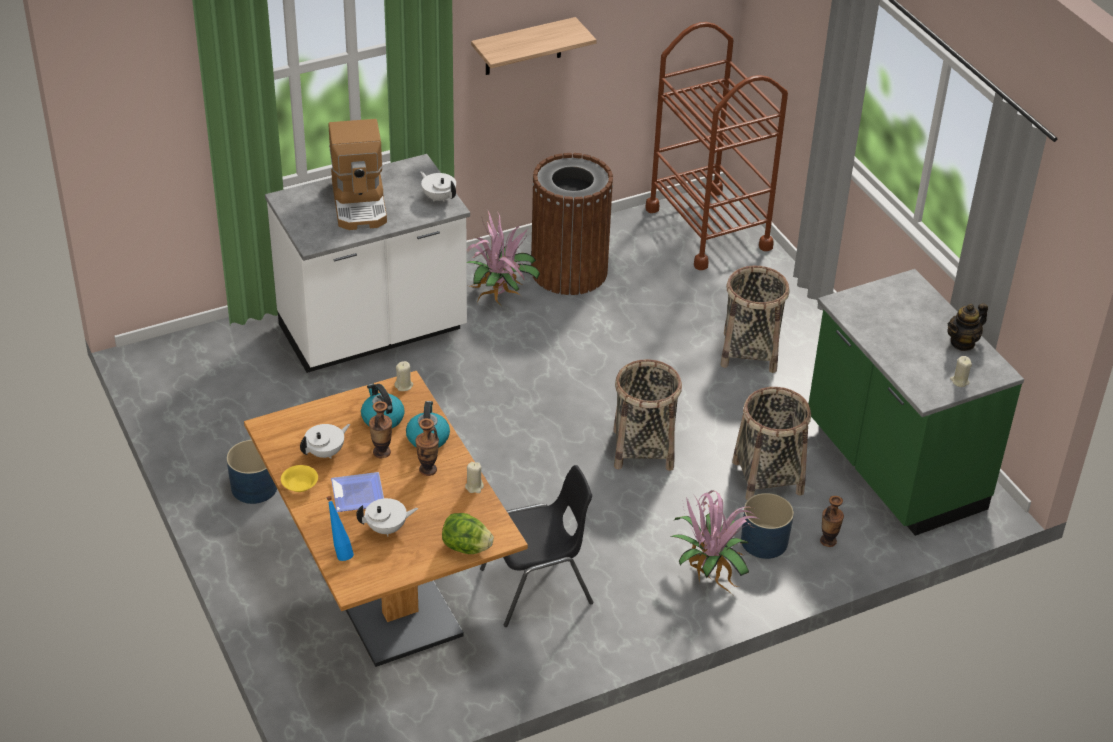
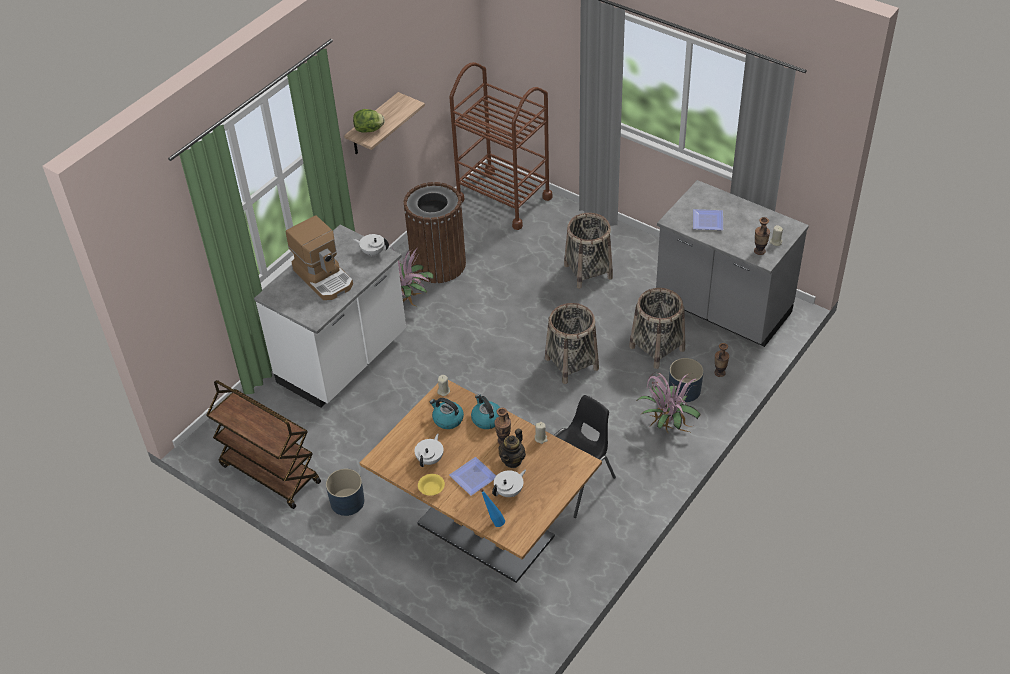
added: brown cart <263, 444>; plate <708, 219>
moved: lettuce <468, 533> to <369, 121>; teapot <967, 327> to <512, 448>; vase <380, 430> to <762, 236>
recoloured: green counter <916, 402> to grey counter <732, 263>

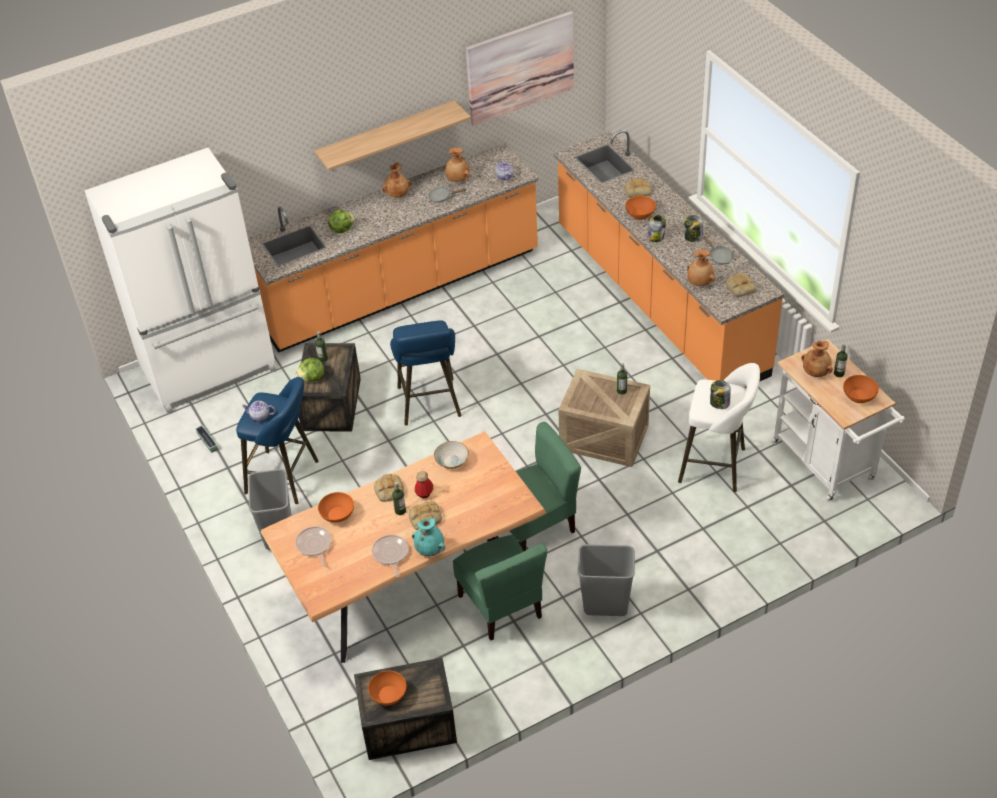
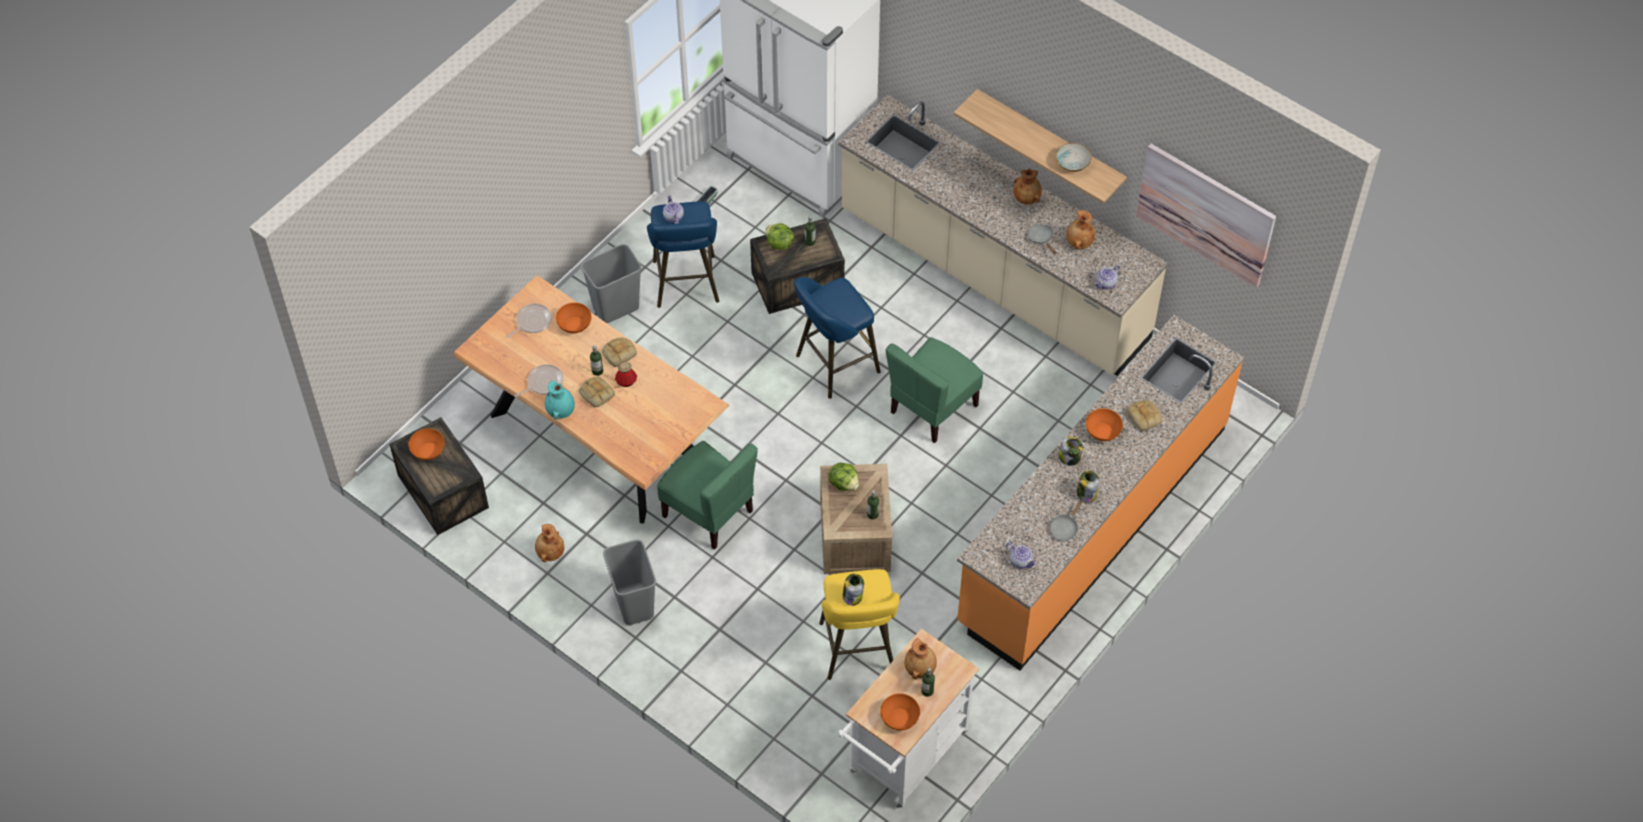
moved: brown vase <701, 267> to <549, 543>; lettuce <342, 221> to <843, 476>; green chair <500, 588> to <934, 390>; bowl <451, 455> to <1074, 157>
replaced: bread <740, 285> to teapot <1021, 556>
recoloured: white stool <719, 427> to yellow stool <859, 624>; orange counter <393, 248> to beige counter <1003, 235>

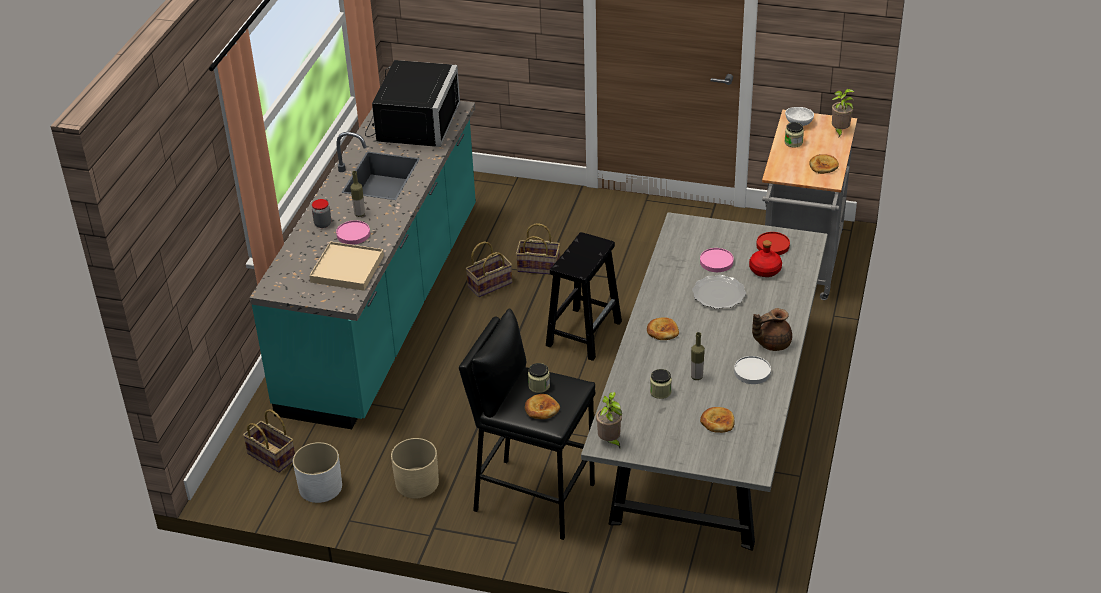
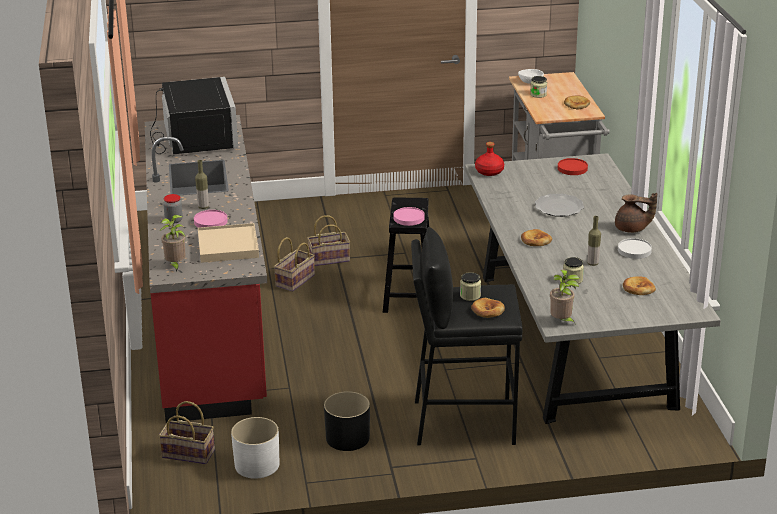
moved: potted plant <843, 113> to <172, 243>; pink plate <717, 260> to <409, 216>; red bottle <765, 258> to <489, 159>
recoloured: turquoise counter <363, 265> to red counter <206, 269>; beige planter <415, 468> to black planter <347, 421>
turned: brown teapot <772, 329> = <636, 213> 120 degrees counterclockwise

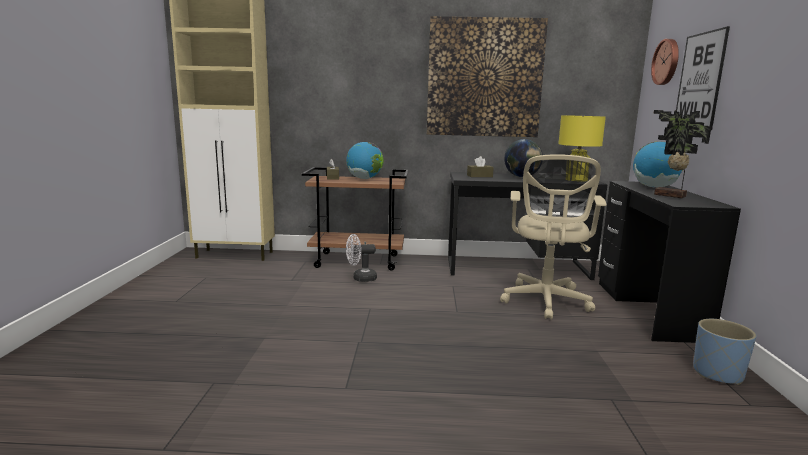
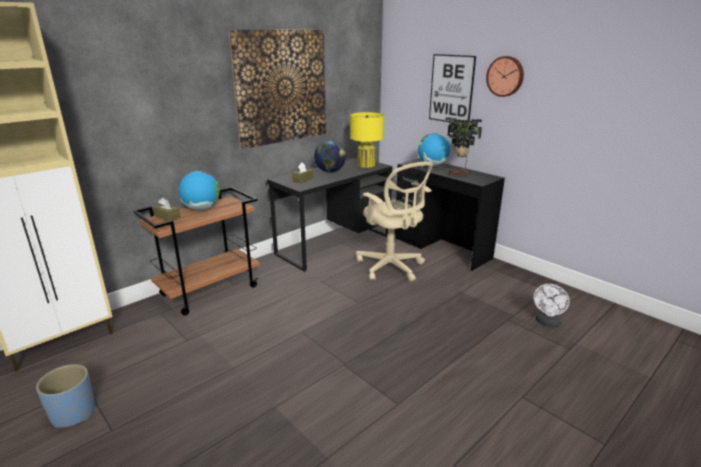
moved: blue planter <724, 352> to <65, 396>; wall clock <665, 62> to <505, 76>; white fan <361, 258> to <552, 306>

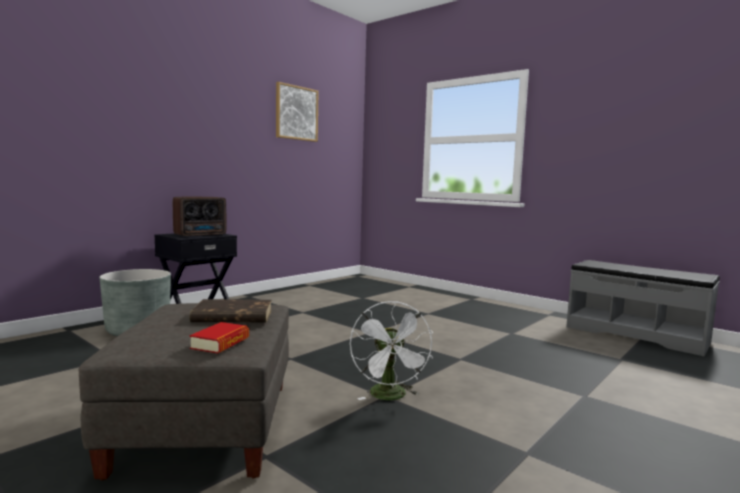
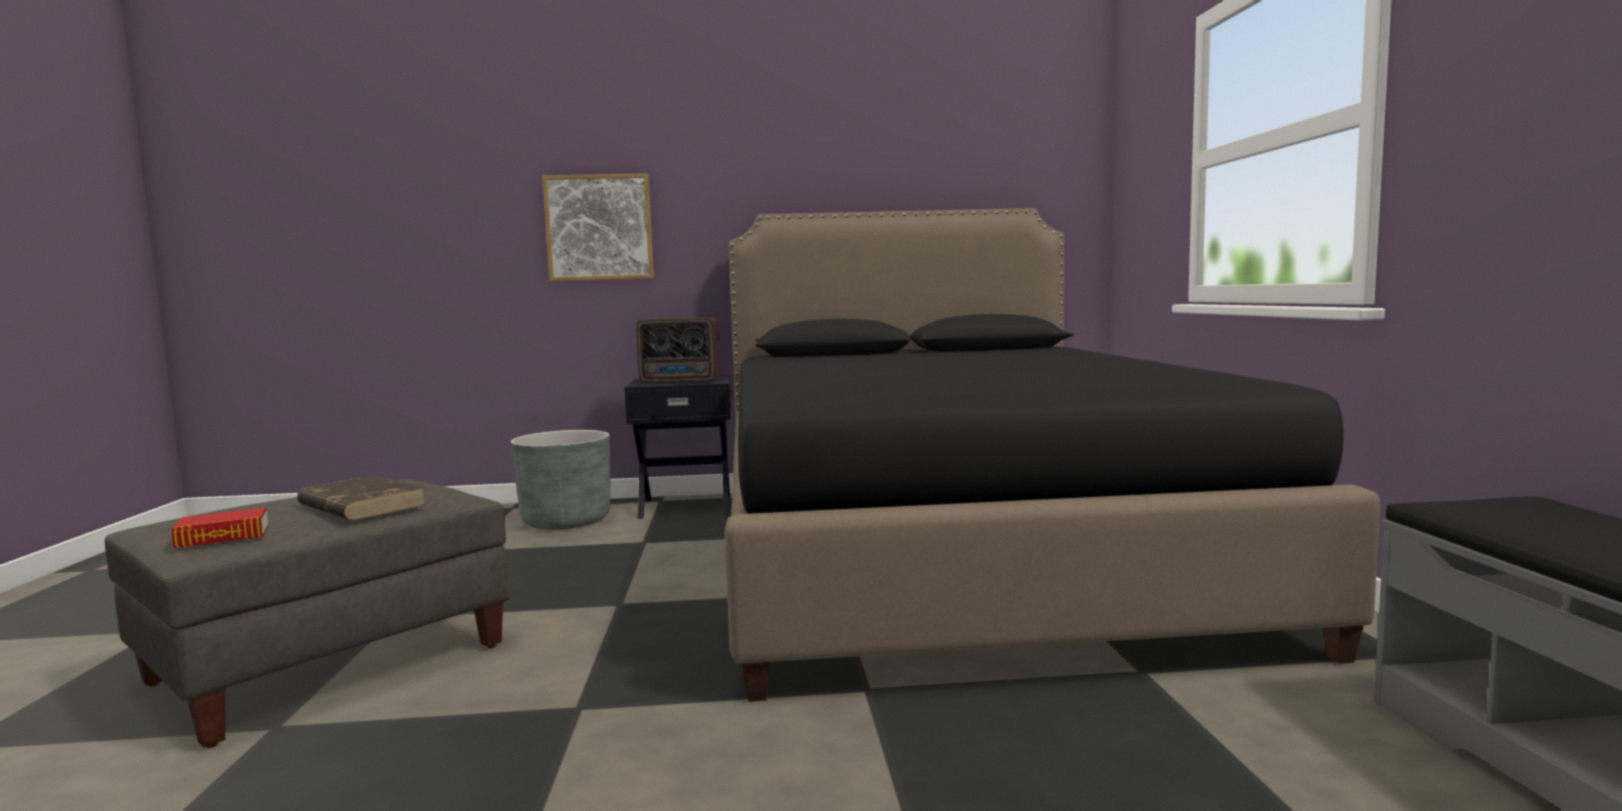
removed: white fan <391, 350>
added: black bed <1053, 455>
moved: picture <297, 112> to <598, 227>

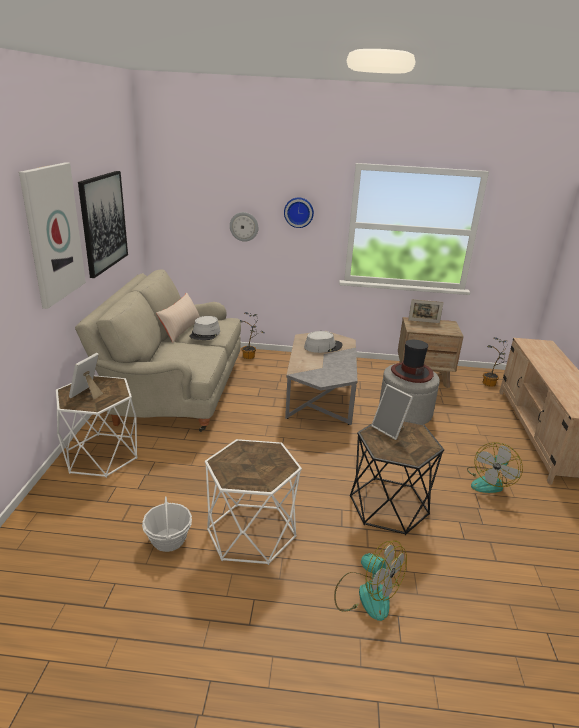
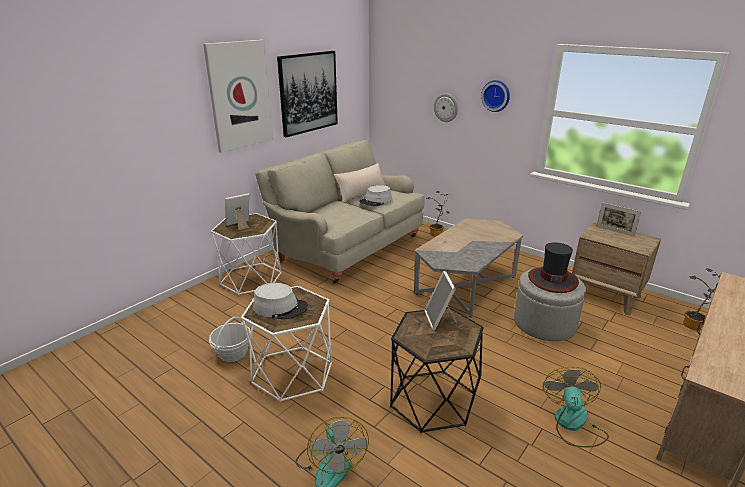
moved: grey hat <323, 342> to <280, 301>
turned: fan <495, 467> = <576, 407> 120 degrees clockwise

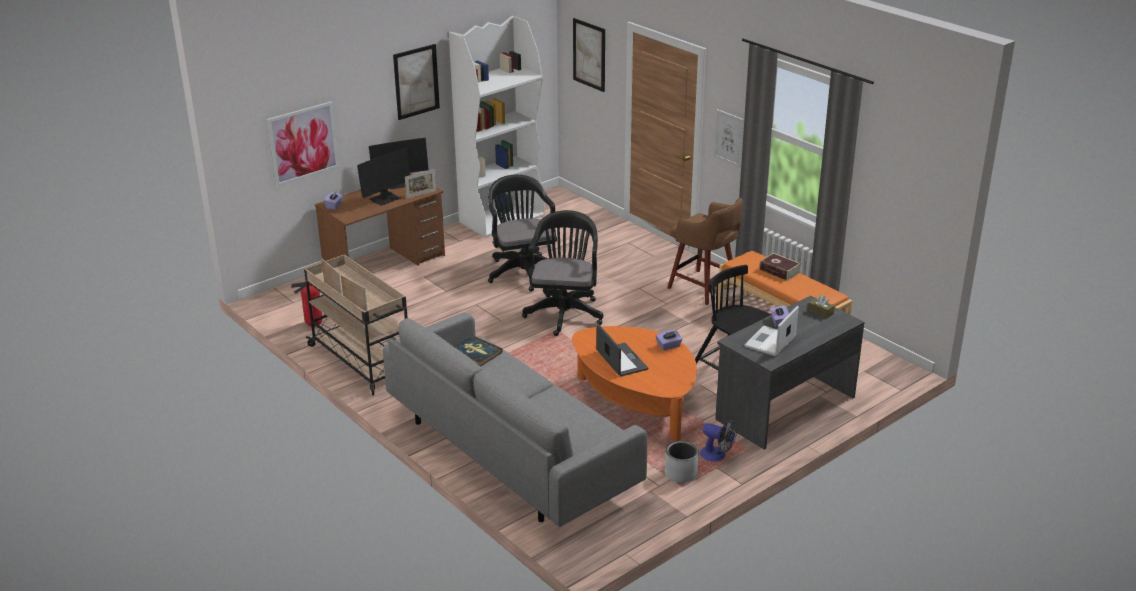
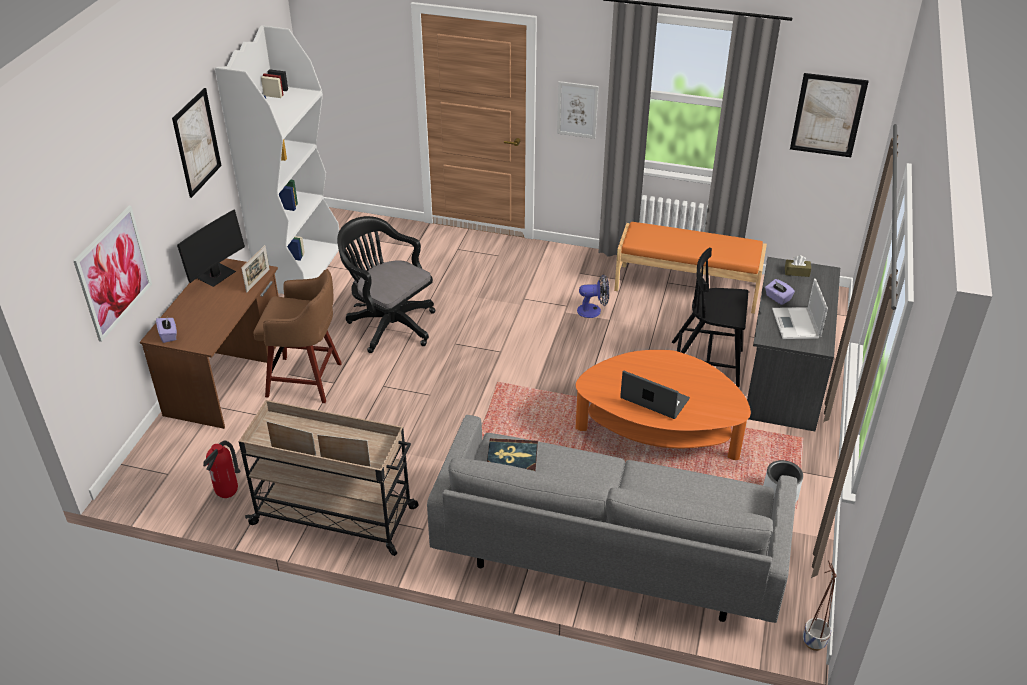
removed: monitor <383, 177>; black office chair <562, 273>; purple tissue box <669, 340>; book <780, 267>
added: planter <819, 606>
moved: brown stool <705, 251> to <297, 336>; fan <718, 440> to <593, 296>; picture <589, 55> to <829, 115>

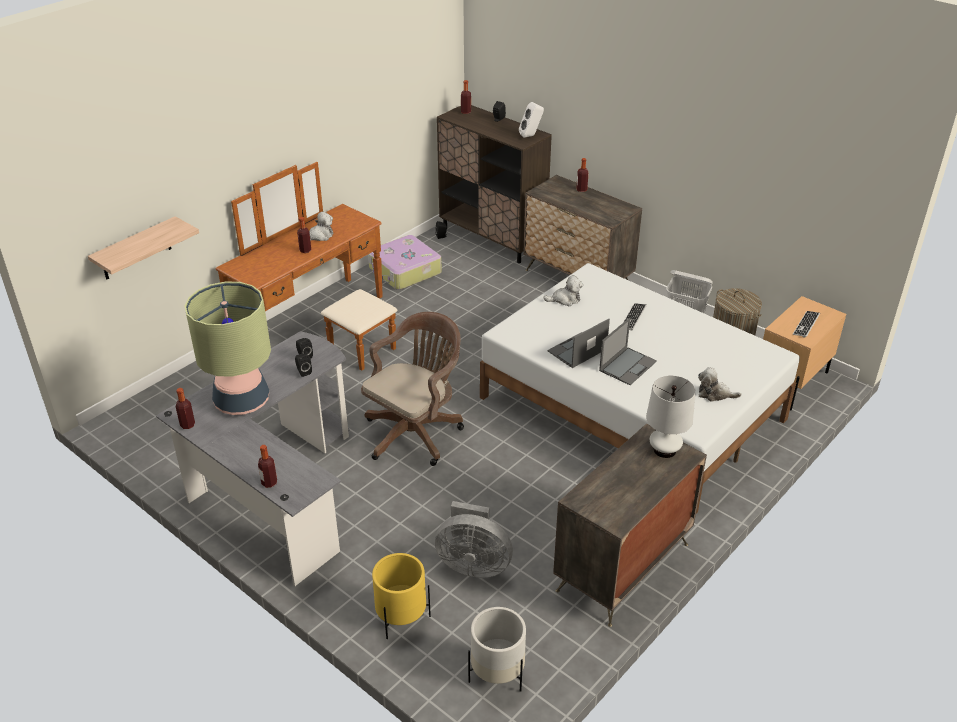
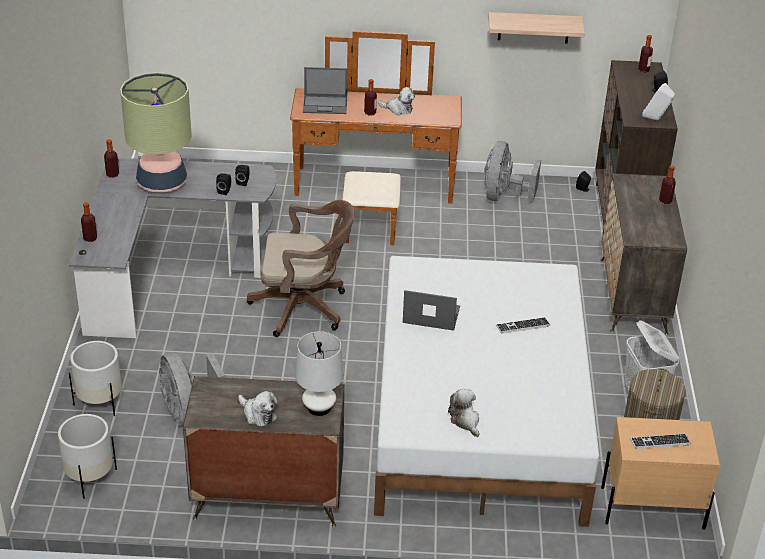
moved: plush toy <563, 290> to <258, 408>; laptop <628, 351> to <325, 90>; shelf <143, 248> to <536, 27>
replaced: suitcase <405, 262> to grey fan <512, 171>
recoloured: yellow planter <401, 596> to white planter <95, 378>

